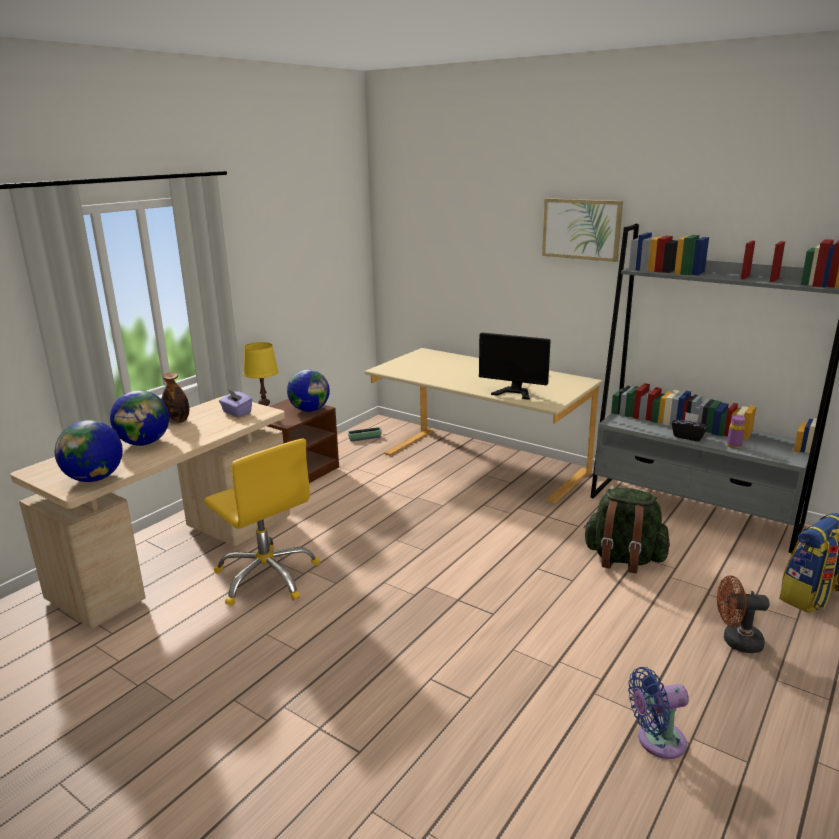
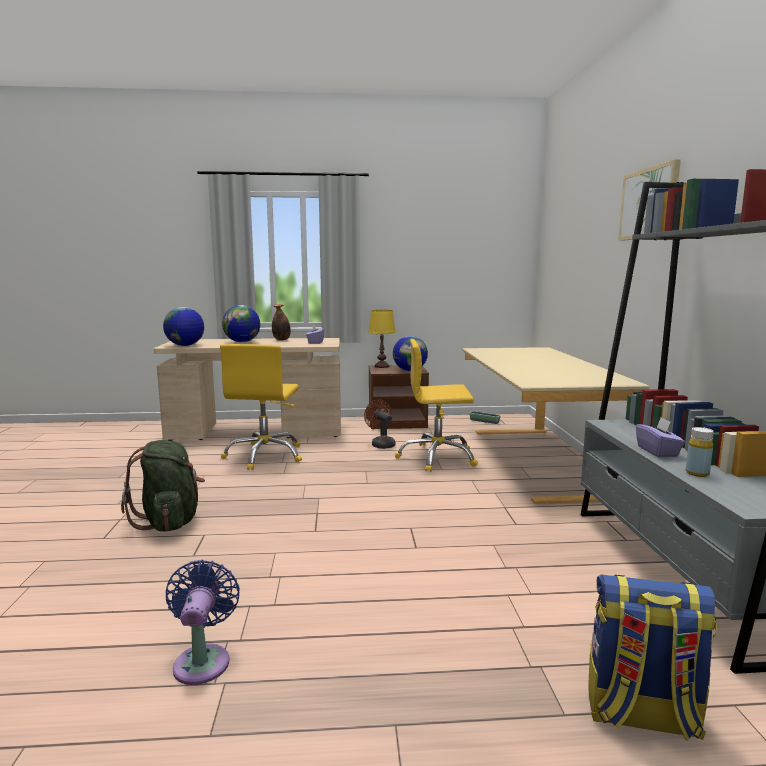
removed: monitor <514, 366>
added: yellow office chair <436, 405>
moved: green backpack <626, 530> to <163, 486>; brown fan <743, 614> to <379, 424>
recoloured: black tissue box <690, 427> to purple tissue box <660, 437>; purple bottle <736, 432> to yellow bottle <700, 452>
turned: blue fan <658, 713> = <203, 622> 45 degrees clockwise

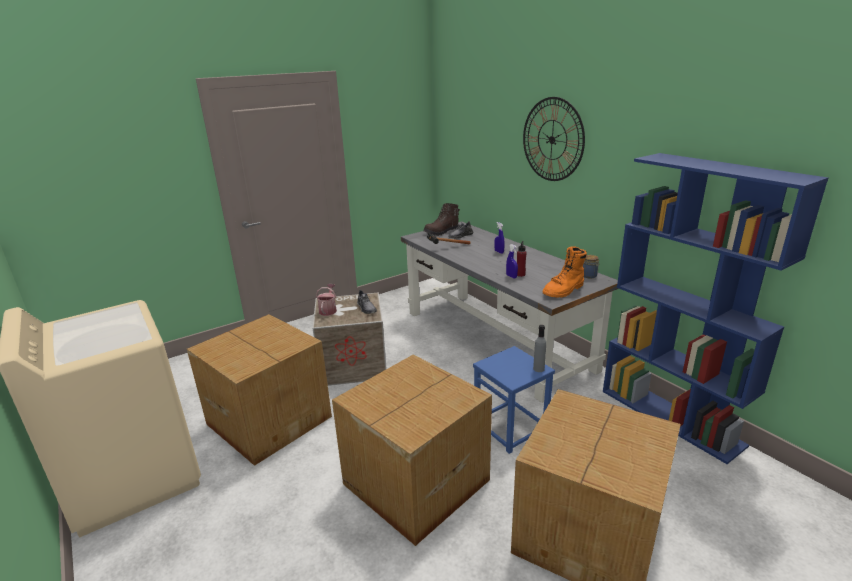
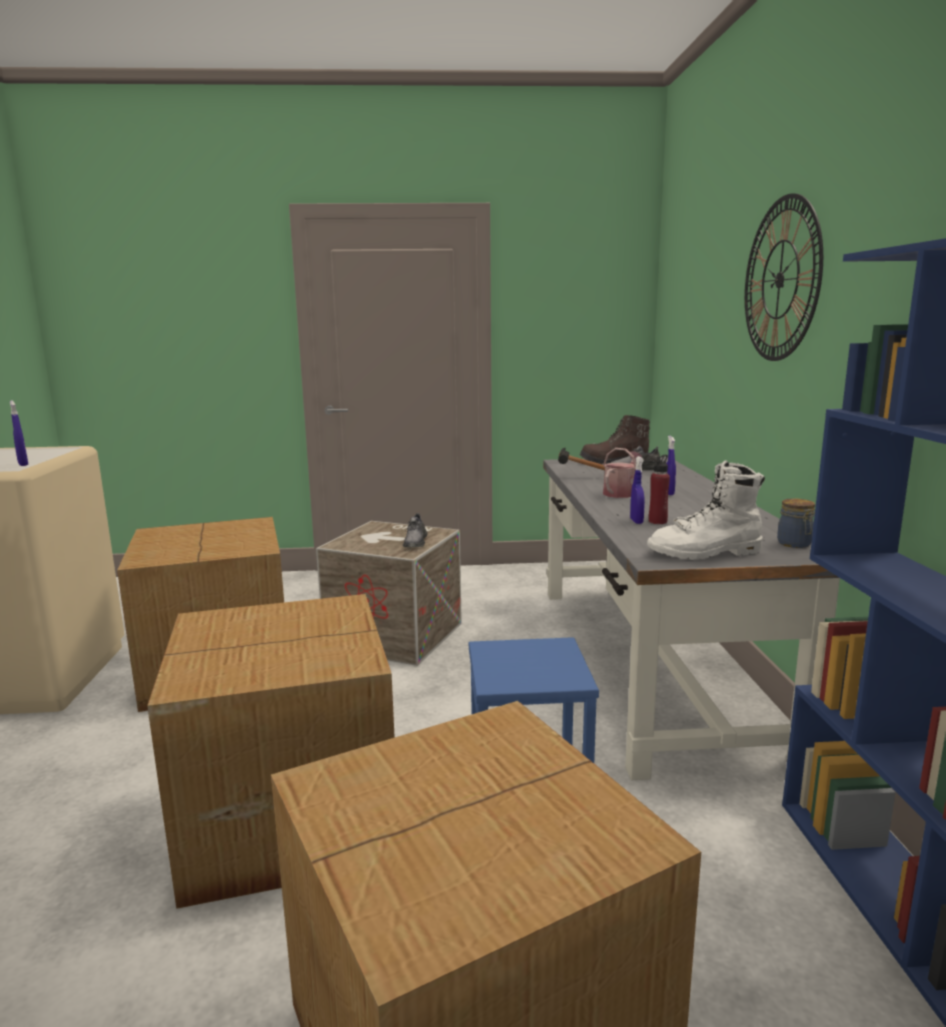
removed: grey bottle <539, 348>
added: blue spray bottle <19, 433>
moved: watering can <326, 300> to <622, 473>
recoloured: orange boot <565, 272> to white boot <706, 510>

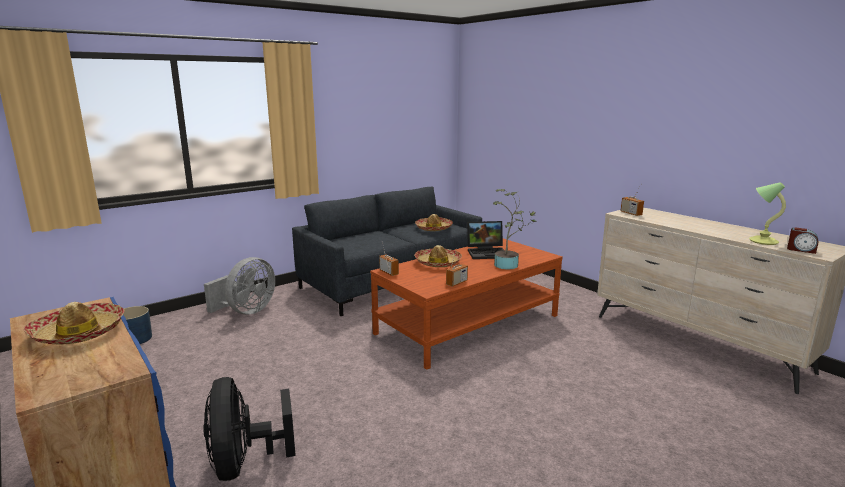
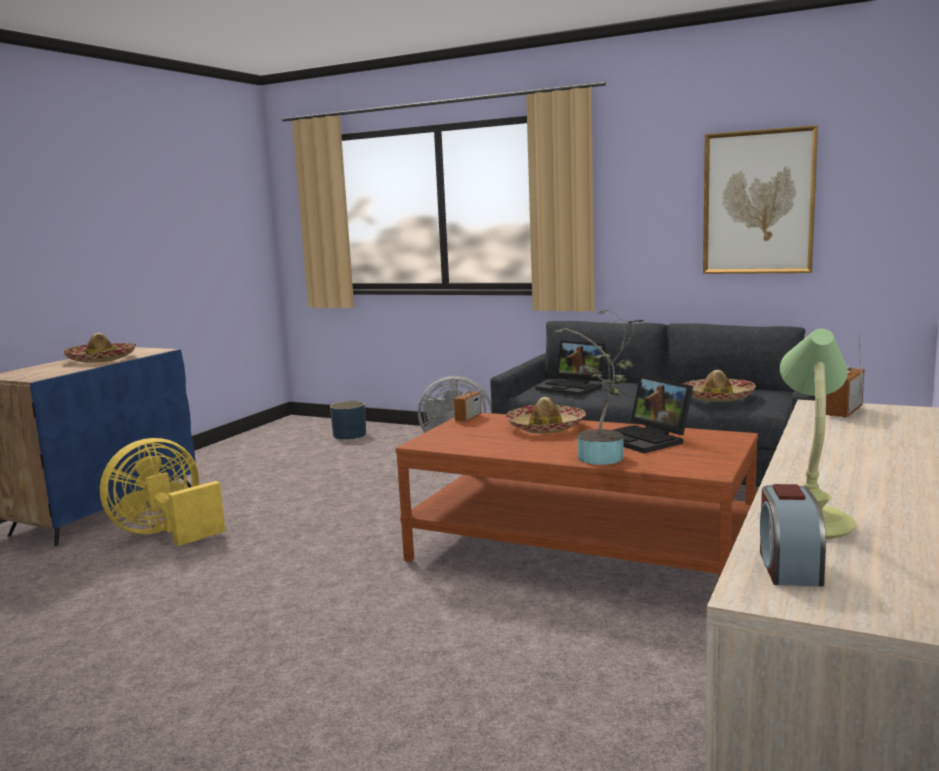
removed: radio <457, 267>
added: laptop <571, 368>; picture <760, 199>
recoloured: black fan <249, 429> to yellow fan <162, 492>

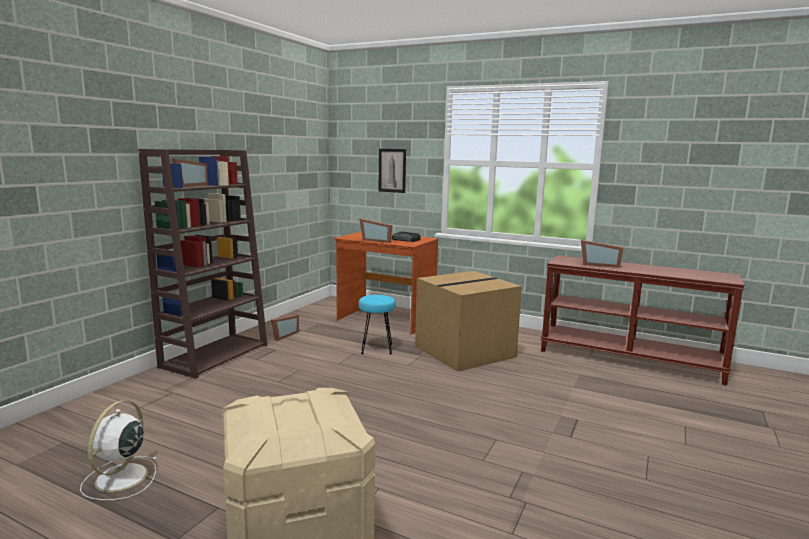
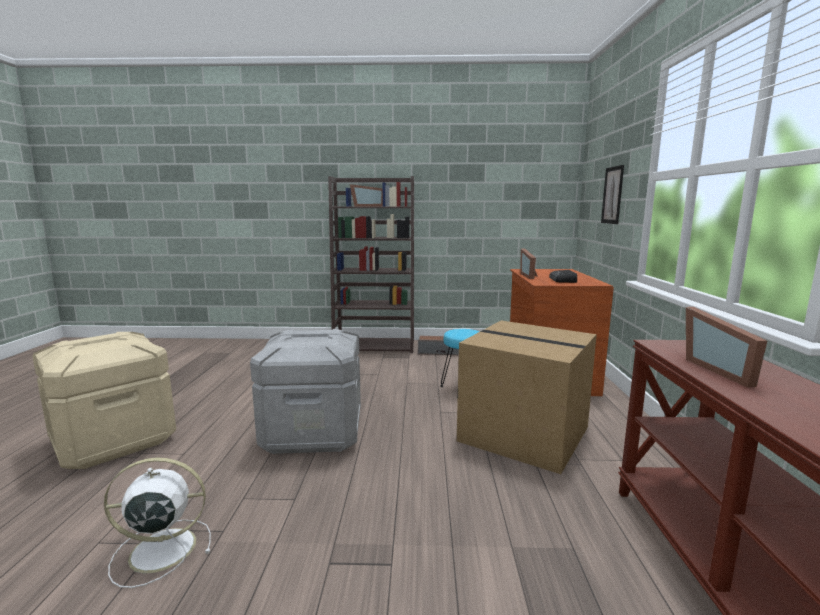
added: grey storage box <305, 391>
moved: white fan <119, 450> to <157, 522>
replaced: picture frame <285, 328> to speaker <438, 345>

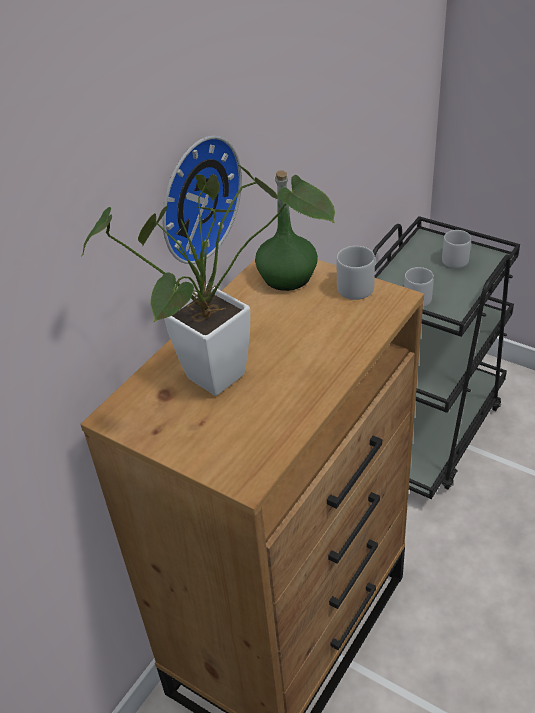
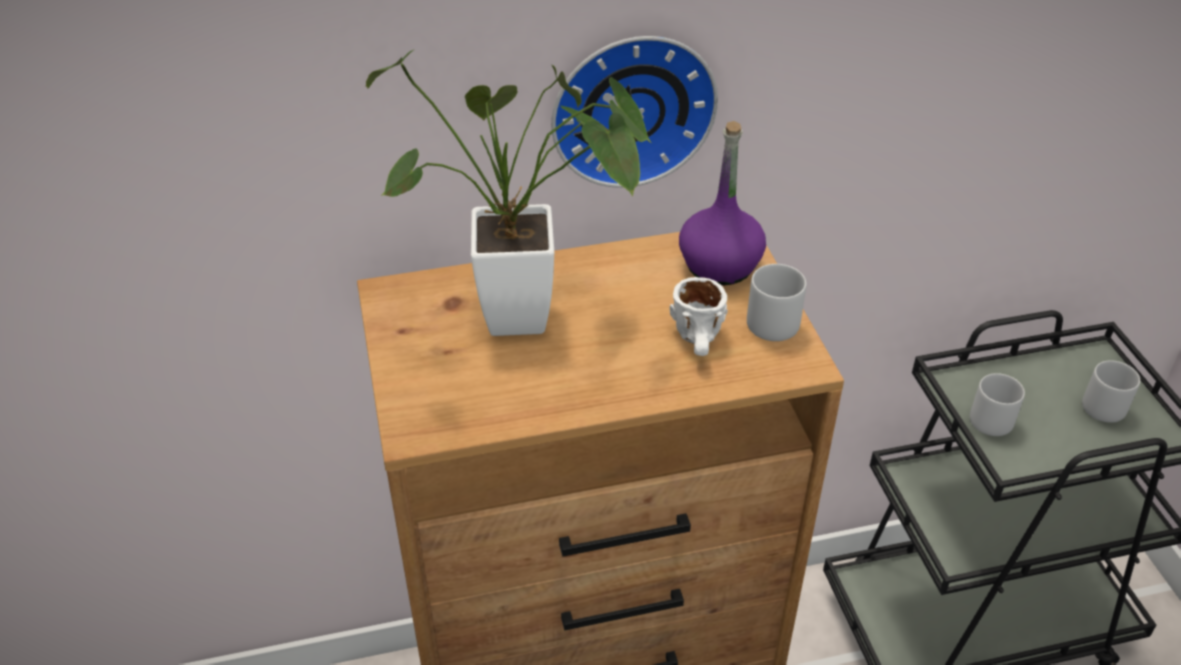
added: white mug <699, 316>
recoloured: green bottle <286, 230> to purple bottle <722, 203>

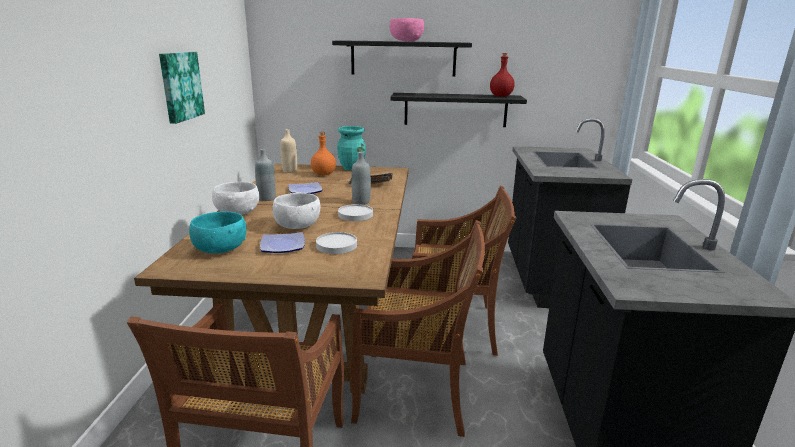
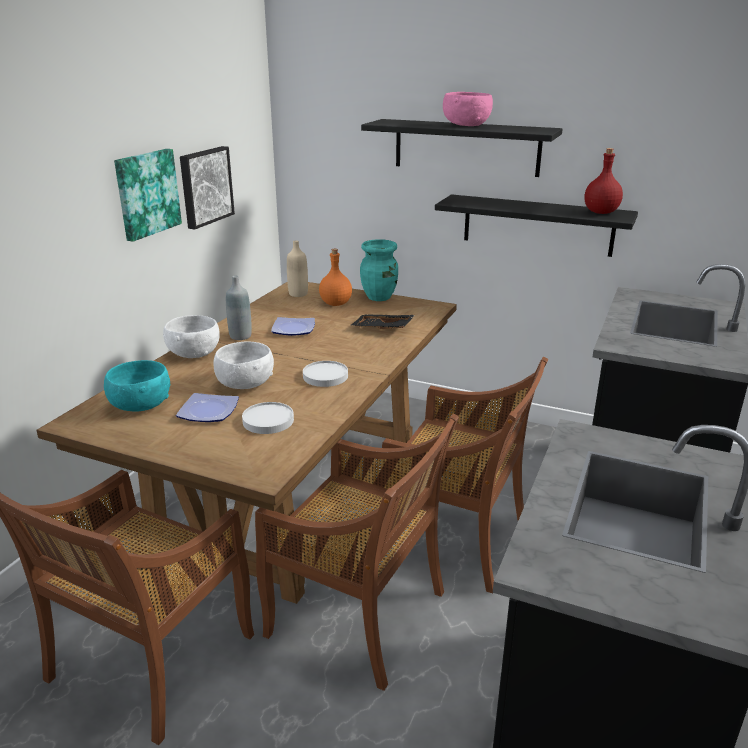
removed: grey bottle <361, 178>
added: picture <207, 187>

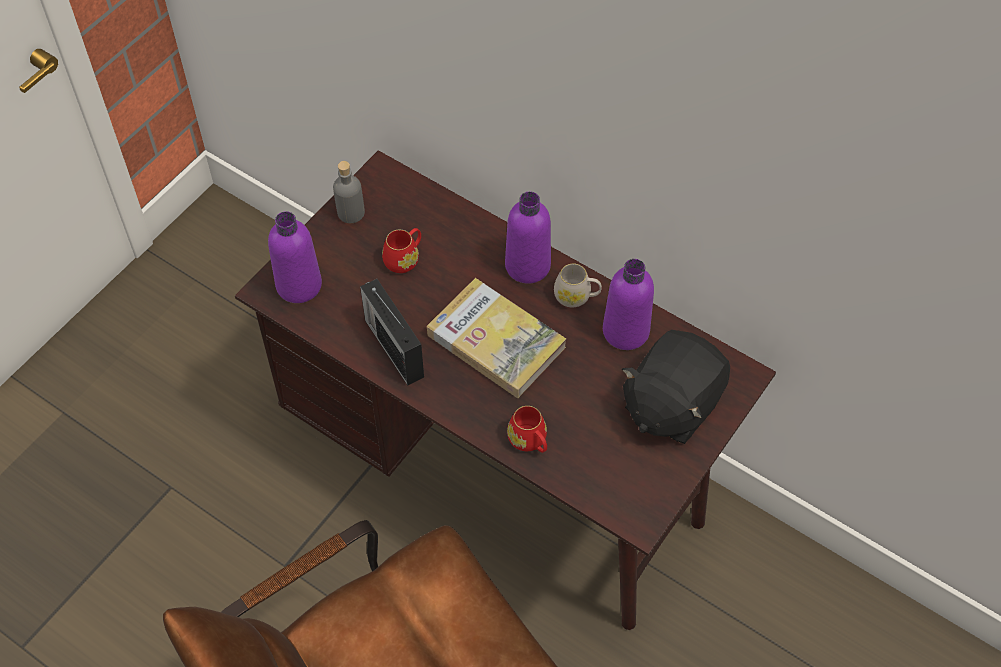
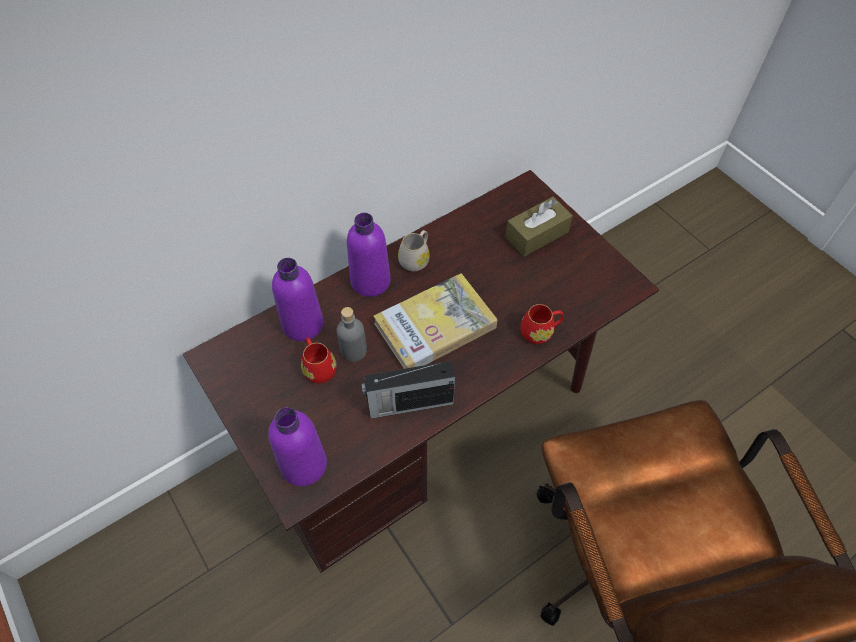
moved: purple bottle <628, 304> to <297, 299>; grey bottle <349, 192> to <351, 334>
replaced: black plush toy <676, 387> to brown tissue box <539, 227>

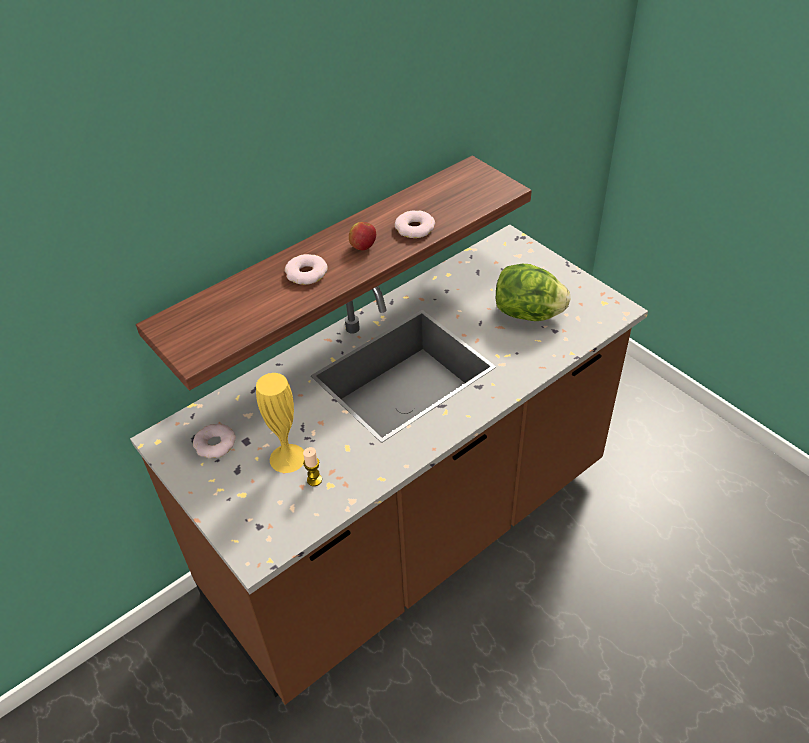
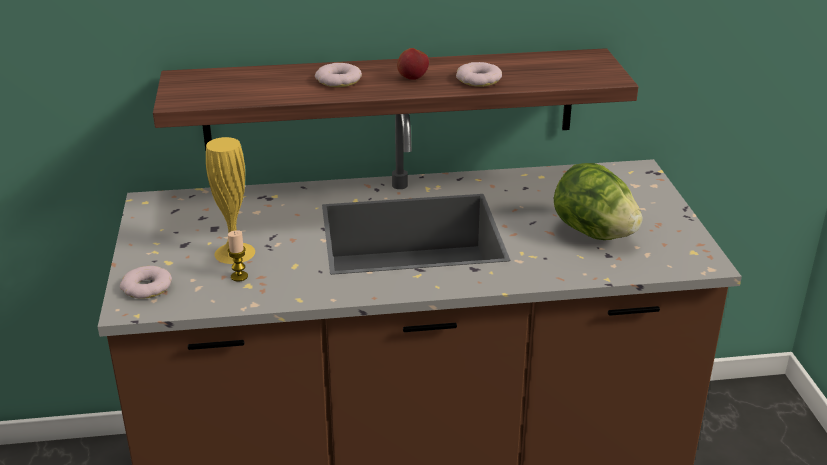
moved: donut <214, 441> to <146, 282>

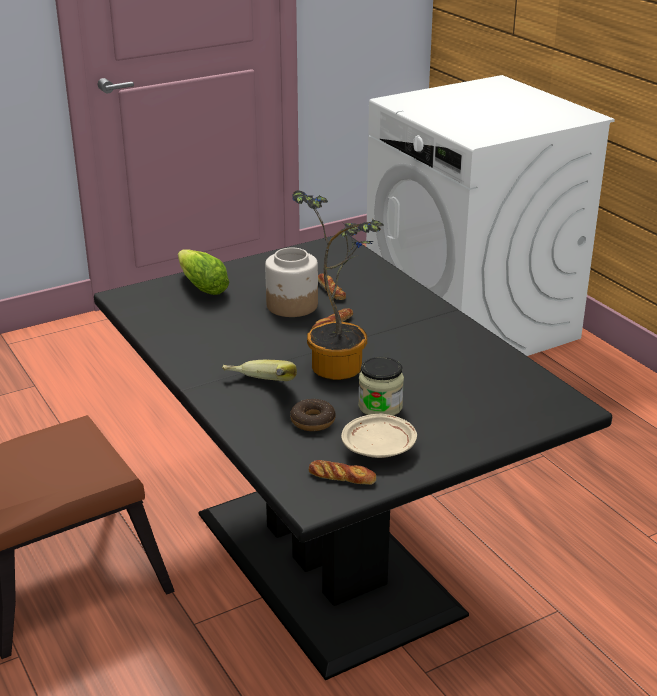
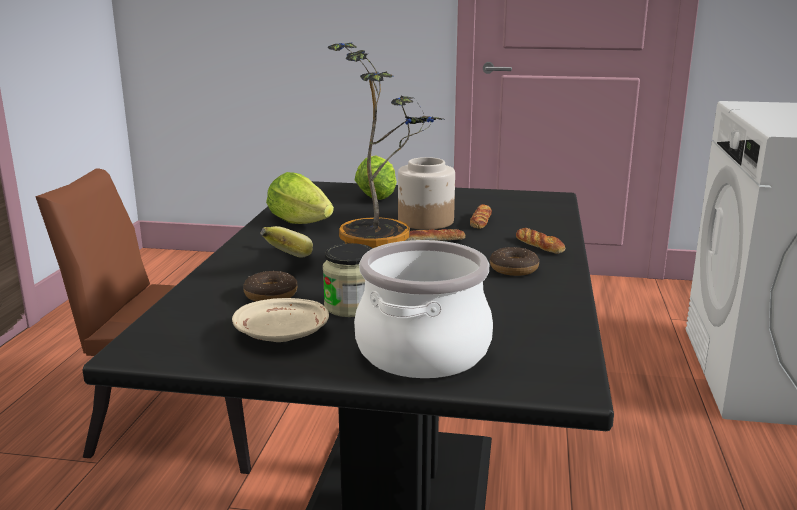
added: lettuce <300, 198>; cooking pot <423, 309>; donut <514, 261>
moved: bread <342, 472> to <540, 241>

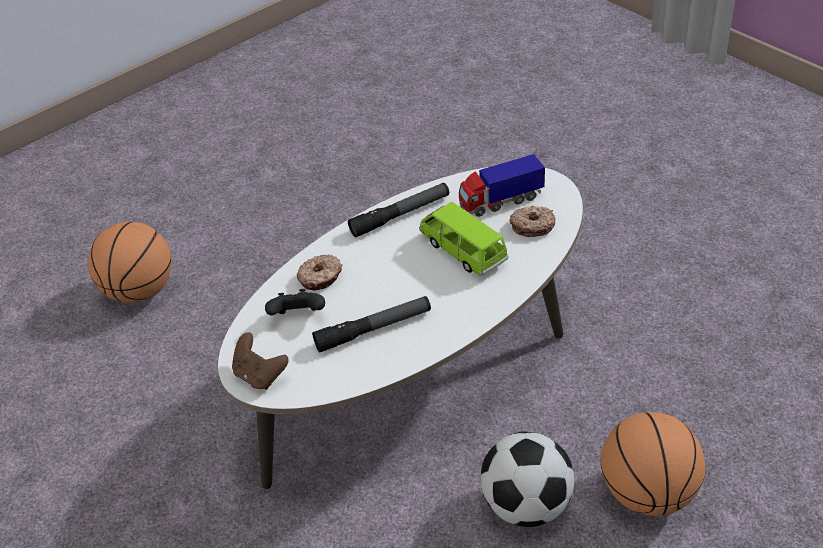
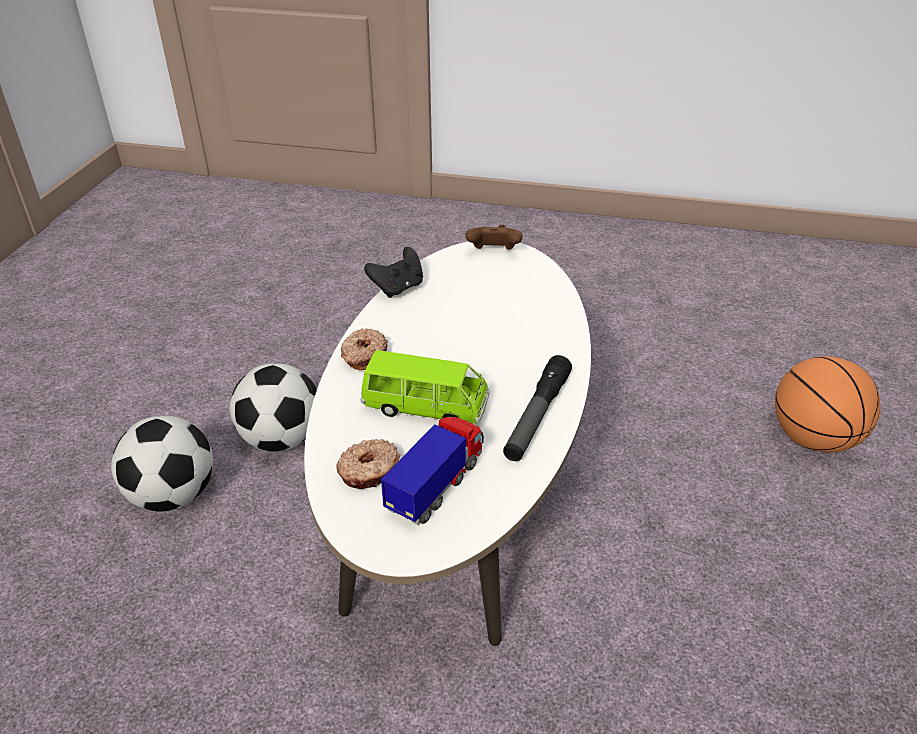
removed: flashlight <371, 324>
moved: donut <319, 272> to <364, 349>; black game controller <295, 302> to <393, 272>
replaced: basketball <653, 464> to football <162, 464>

